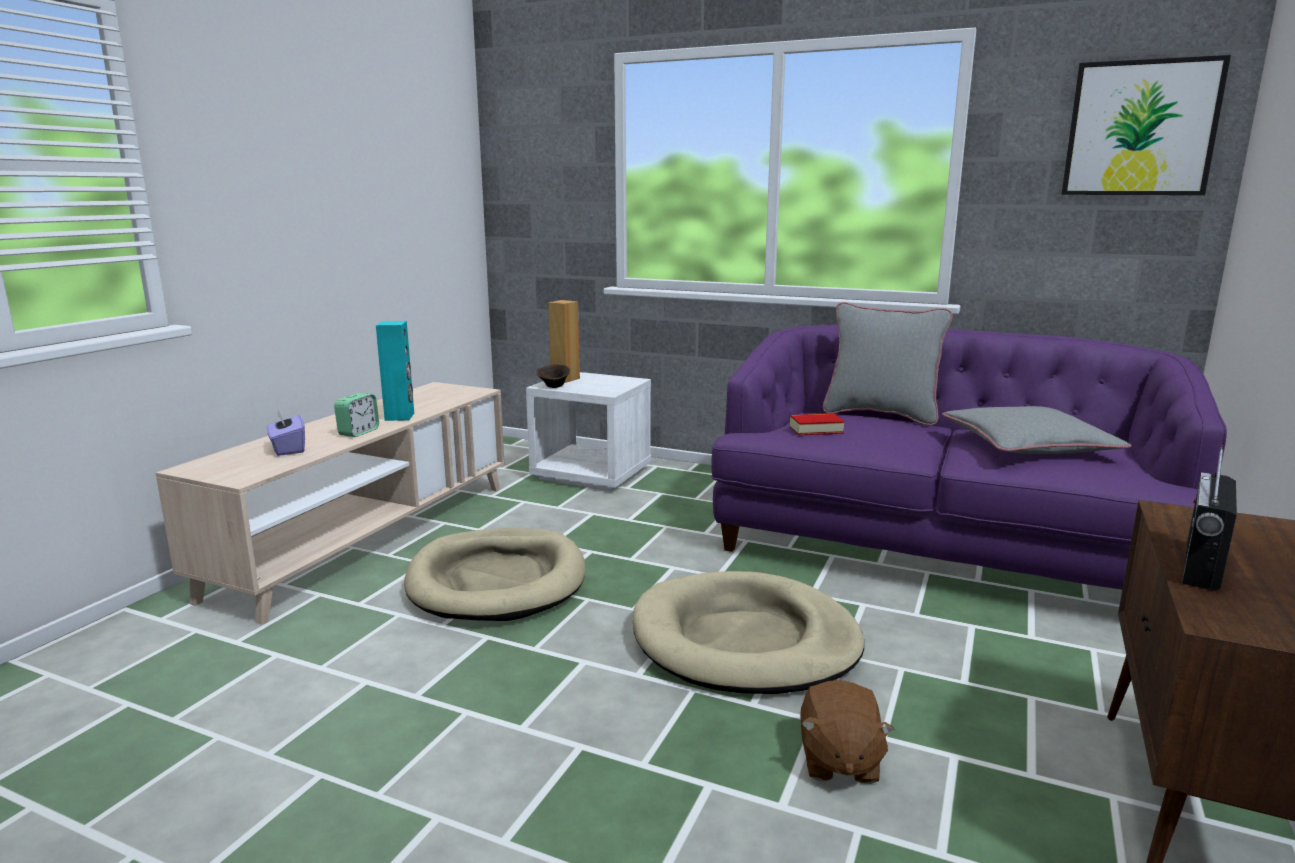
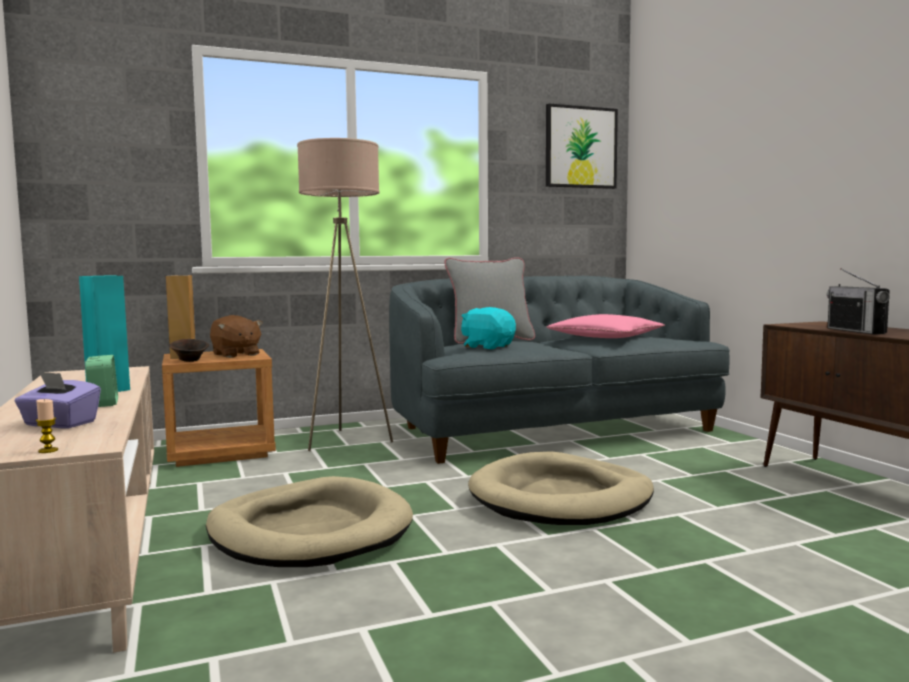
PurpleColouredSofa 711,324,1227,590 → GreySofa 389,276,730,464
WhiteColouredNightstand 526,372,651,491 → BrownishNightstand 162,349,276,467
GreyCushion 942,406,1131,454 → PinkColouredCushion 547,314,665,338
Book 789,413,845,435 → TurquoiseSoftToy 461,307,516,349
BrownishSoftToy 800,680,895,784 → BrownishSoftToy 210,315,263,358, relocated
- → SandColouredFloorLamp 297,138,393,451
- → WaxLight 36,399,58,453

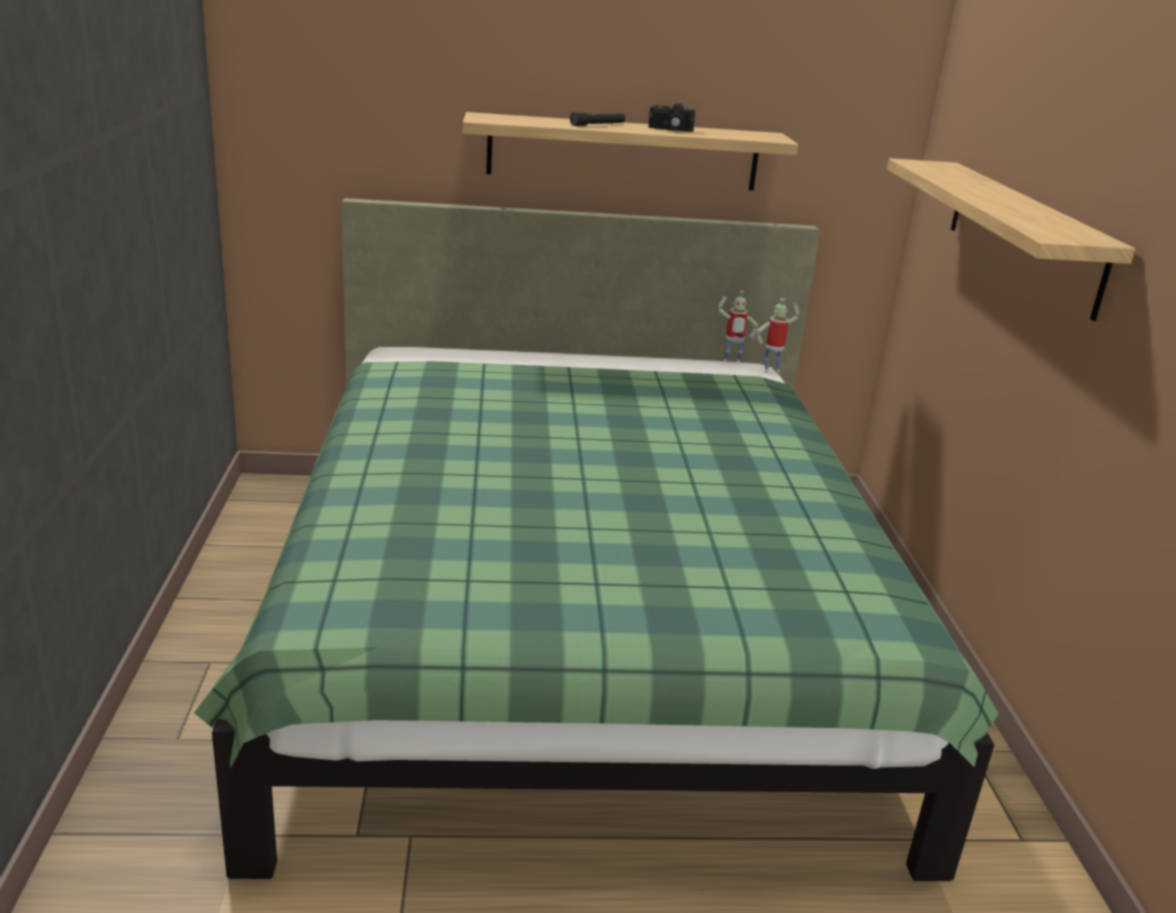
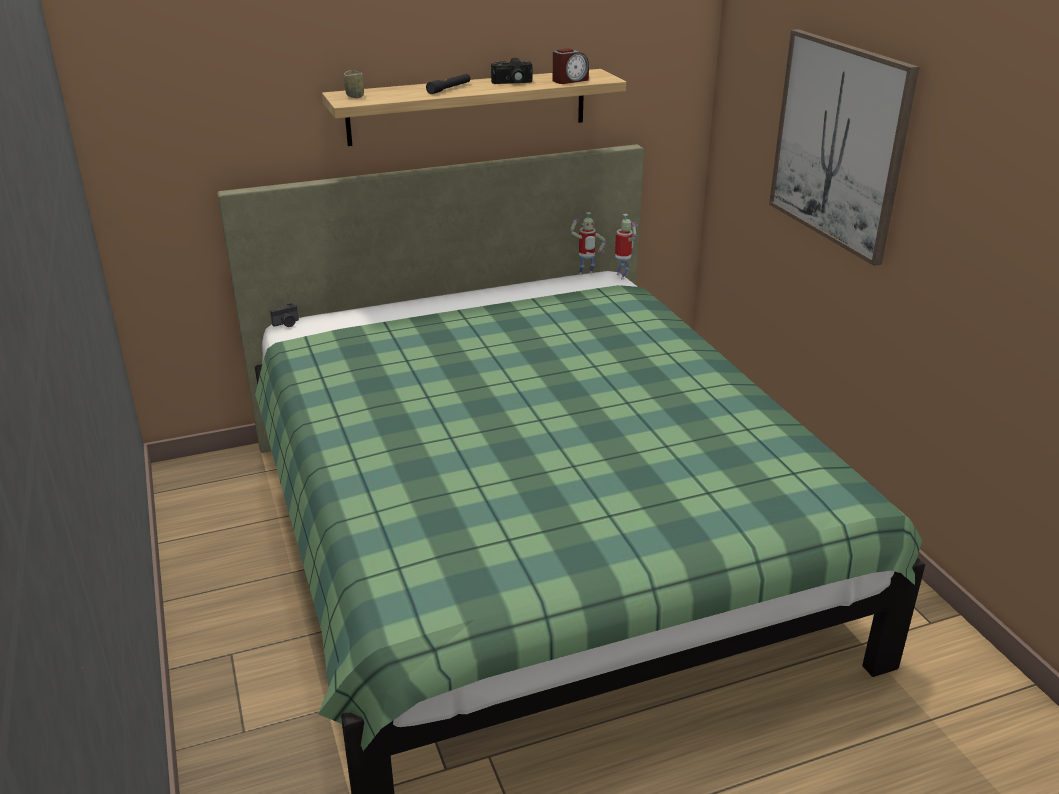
BracketShelf 887,158,1135,321 → WallArt 769,29,920,266
ModelRobot 756,298,799,373 → ModelRobot 615,214,638,280, 105 degrees clockwise
- → AlarmClock 553,48,589,84
- → SmallCup 344,70,364,98
- → StillCamera 270,303,299,327

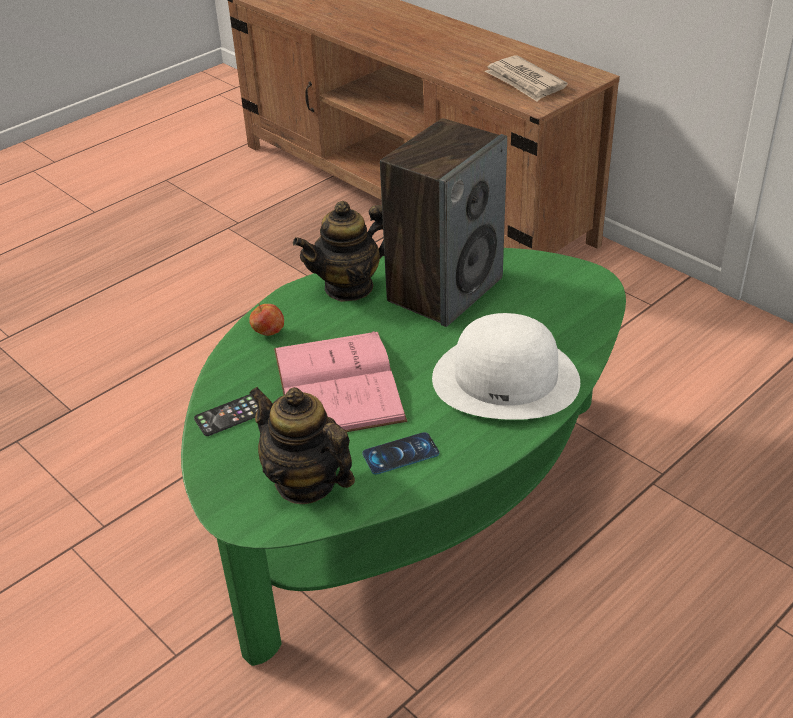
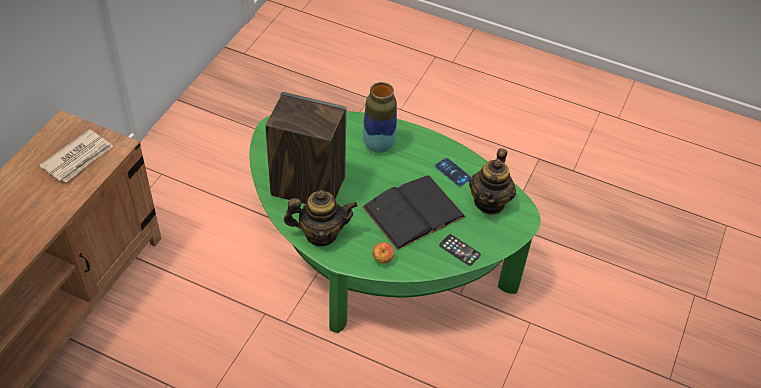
PotForTea 293,201,384,302 → PotForTea 284,190,358,246, 45 degrees counterclockwise
WhiteColouredClothingHat 432,313,580,420 → FlowerVase 363,82,397,153
PinkColouredBook 274,331,407,432 → BlackColouredBook 362,175,466,250

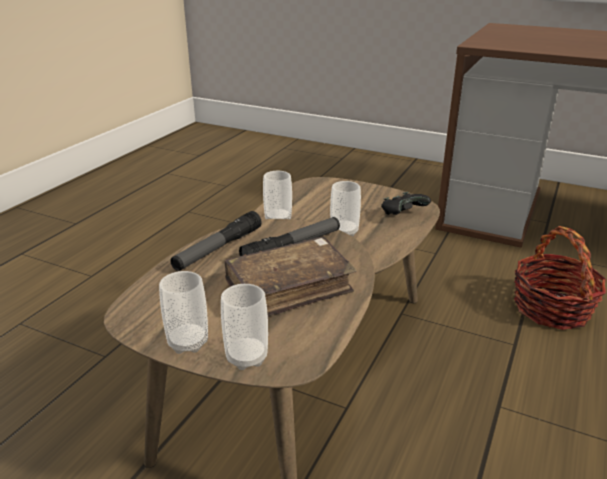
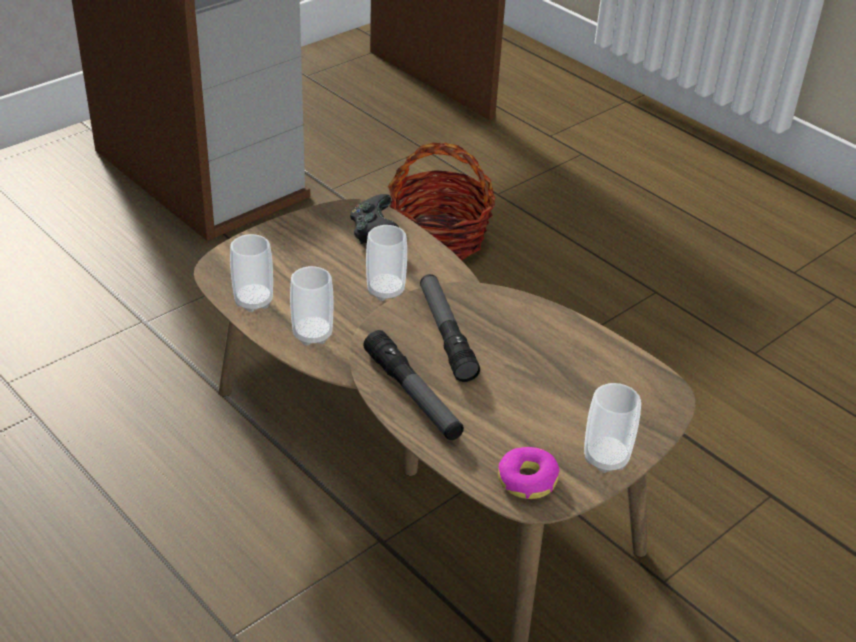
BrownishBook 225,237,357,317 → -
SmallCup 221,284,268,370 → SmallCup 230,234,273,312, relocated
- → Donut 498,447,559,499

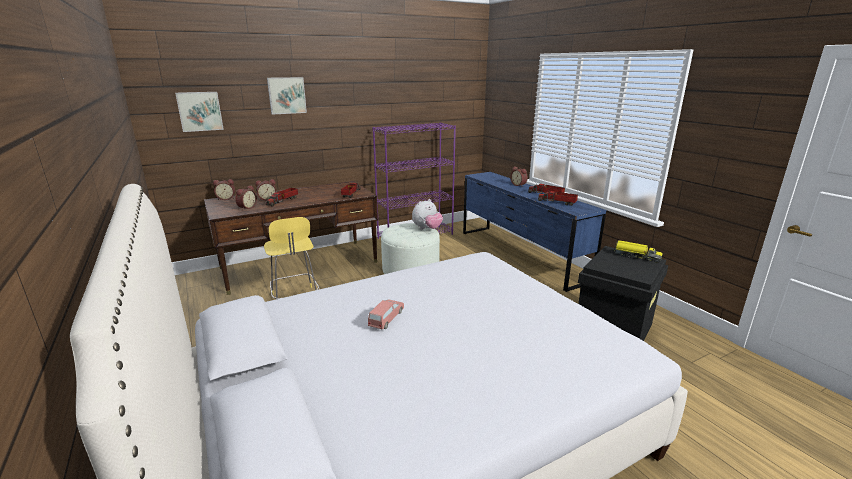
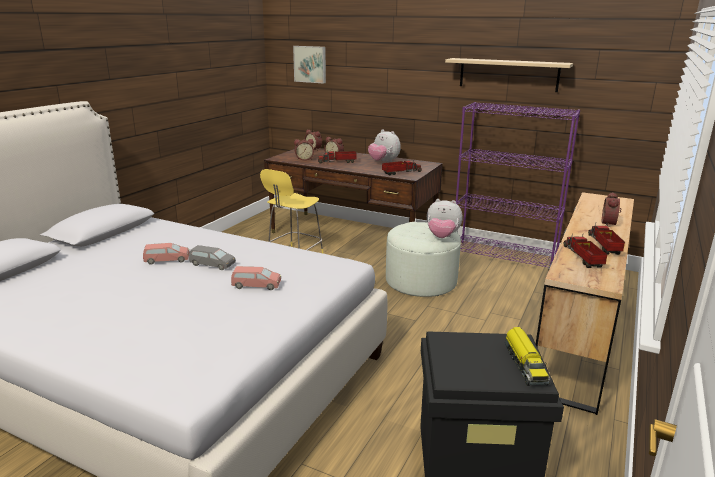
WallArt 267,77,307,115 → -
BlueColouredDresser 463,172,606,292 → BrownishDresser 536,192,634,415
- → SandColouredBracketShelf 445,58,573,92
- → SoftToy 368,130,401,163
- → GreyToyCar 189,245,236,270
- → PinkColouredToyCar 231,266,281,290

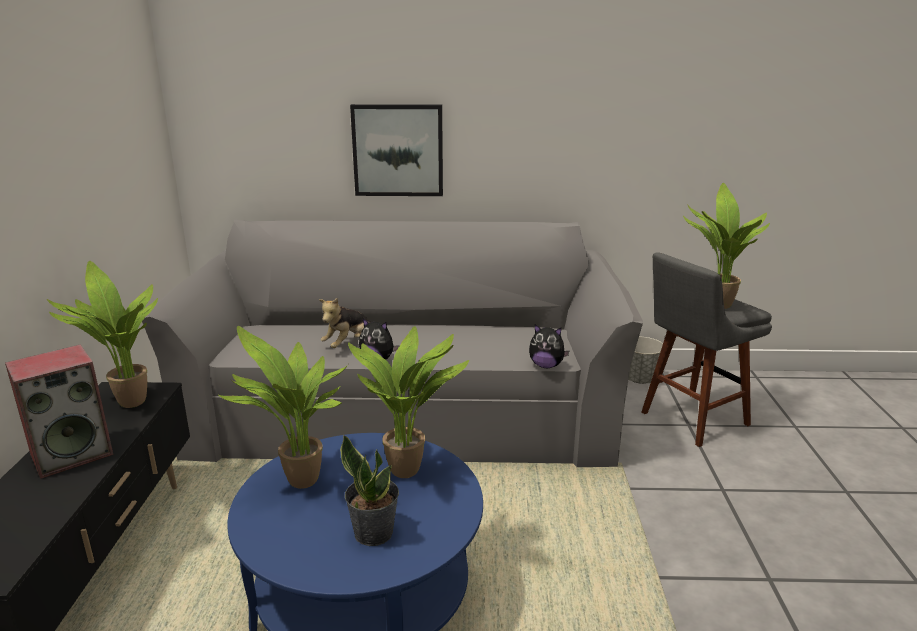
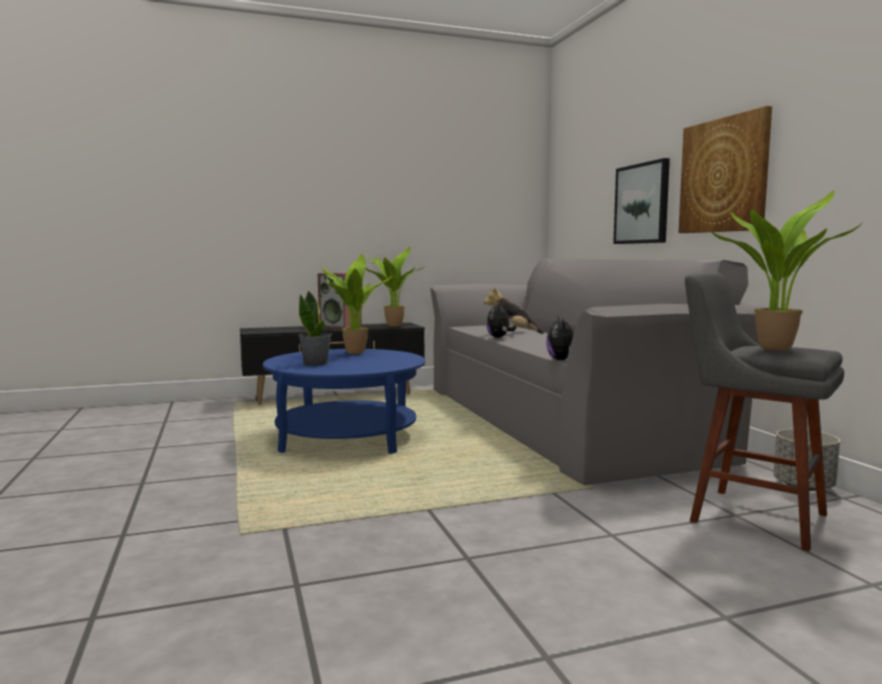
PlantInAPot 348,326,469,478 → -
- → WallArt 678,106,772,233

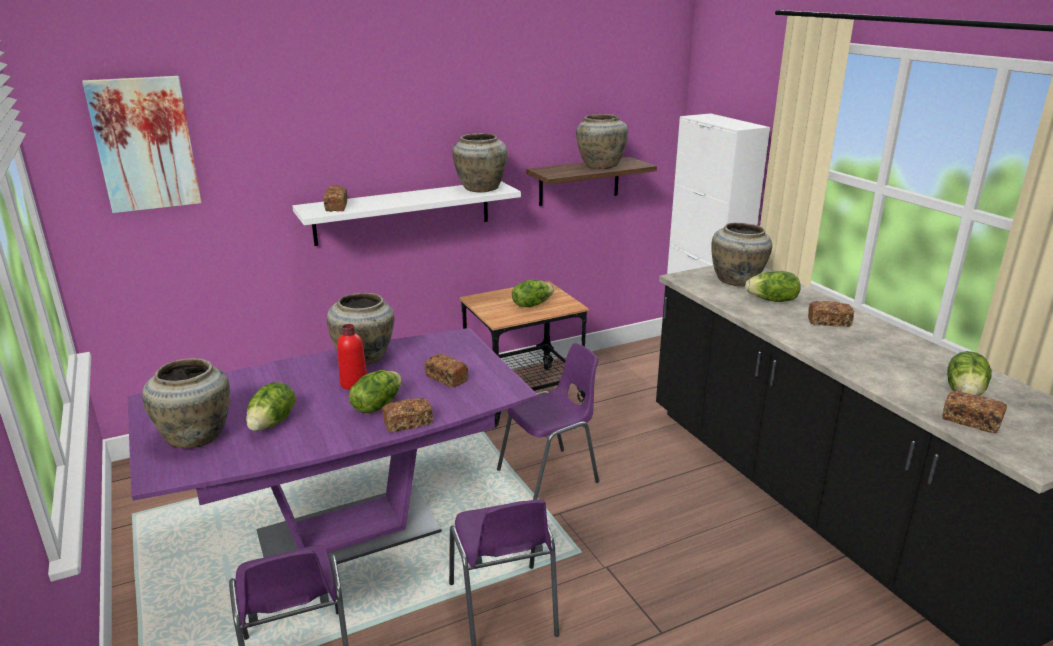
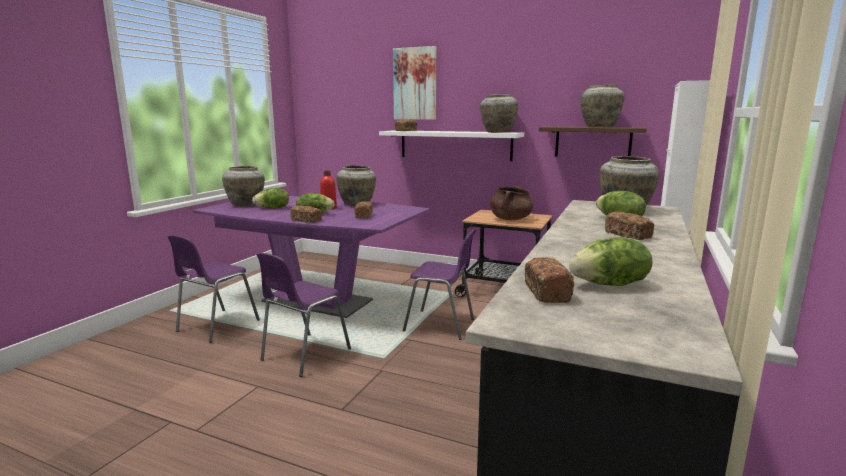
WallArt 82,76,202,213 → WallArt 393,46,436,120, relocated
Lettuce 512,280,554,307 → BrownishSaucepot 490,185,533,220

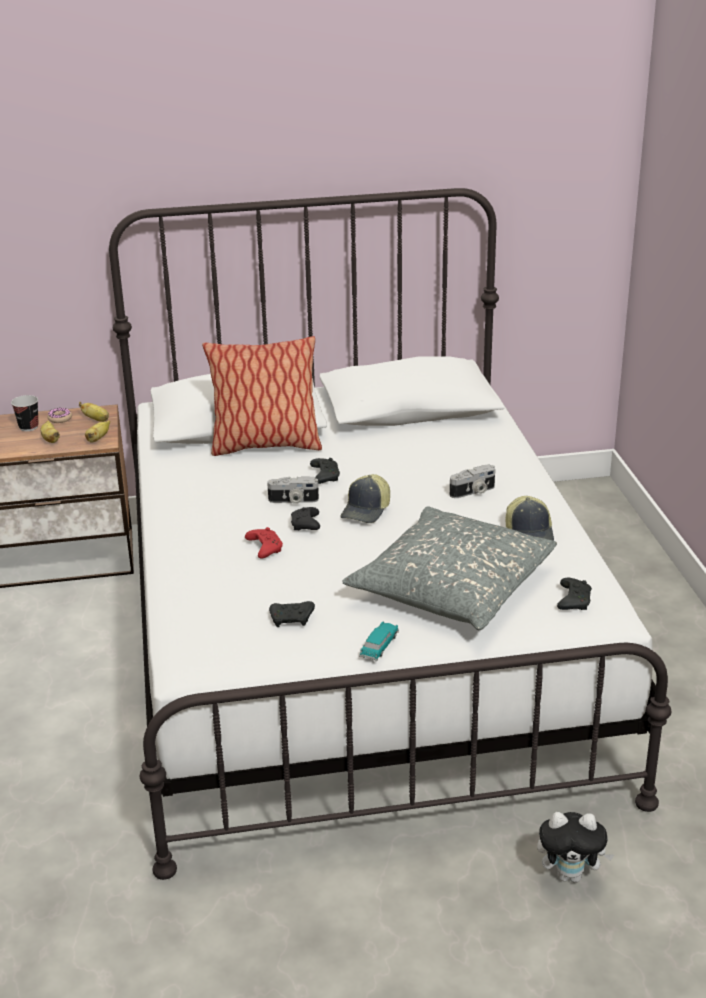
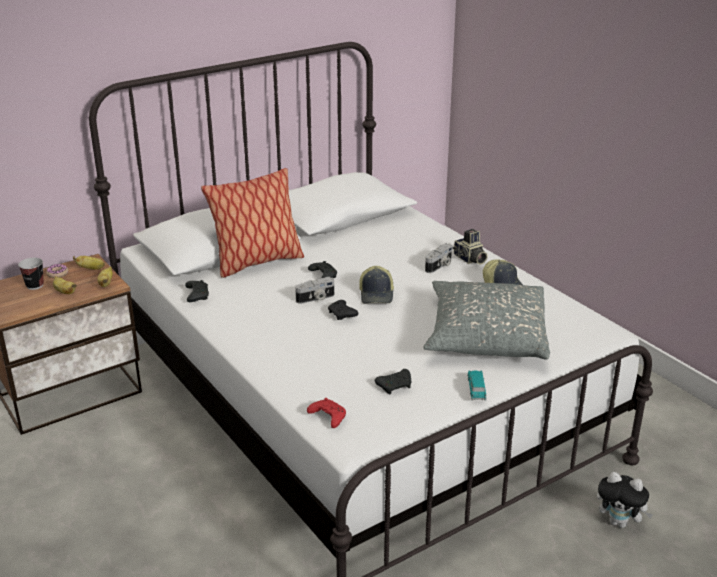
RedJoypad 245,527,283,559 → RedJoypad 307,398,346,428, relocated
BlackColouredJoypad 557,578,592,610 → BlackColouredJoypad 185,280,209,302, relocated
SoftToy 537,812,614,883 → SoftToy 597,472,653,528, 45 degrees clockwise
- → StillCamera 453,229,488,265

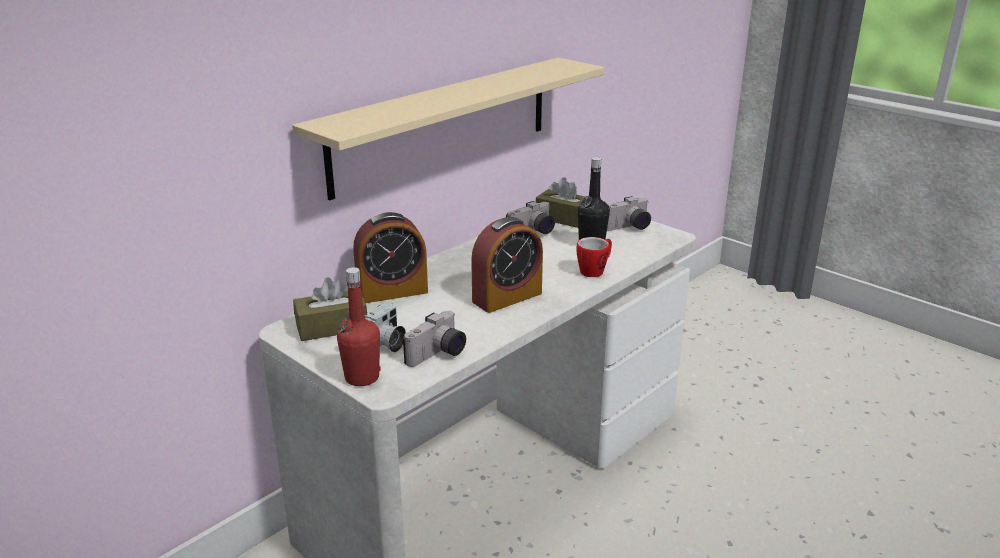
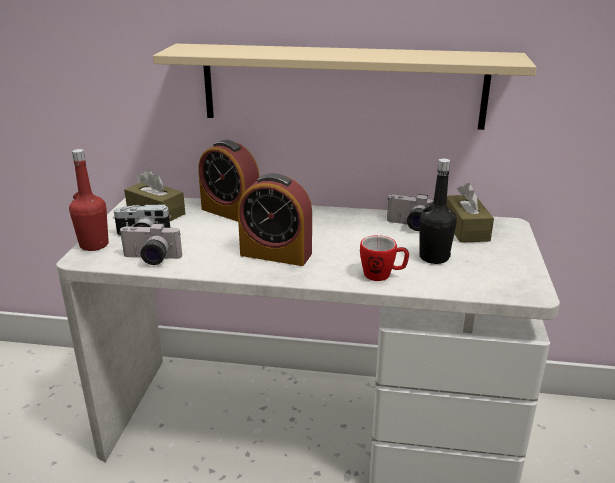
StillCamera 607,196,651,231 → -

